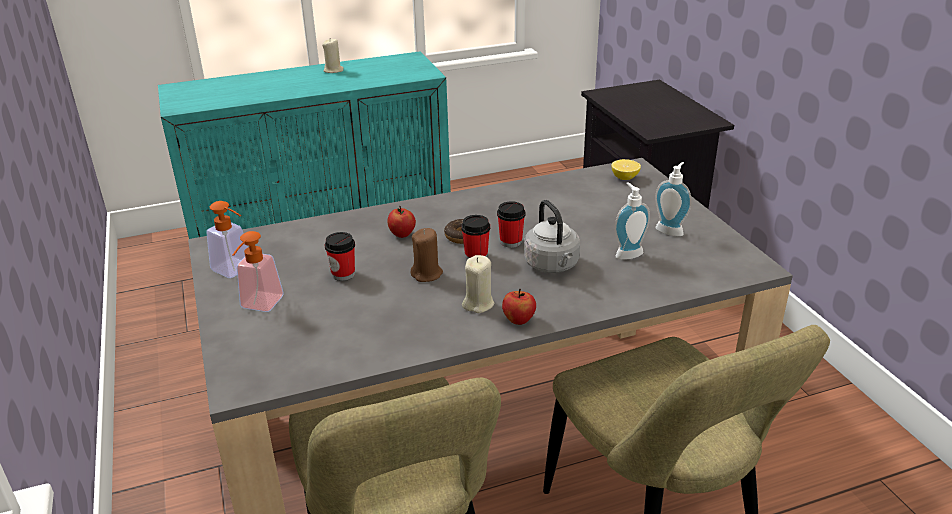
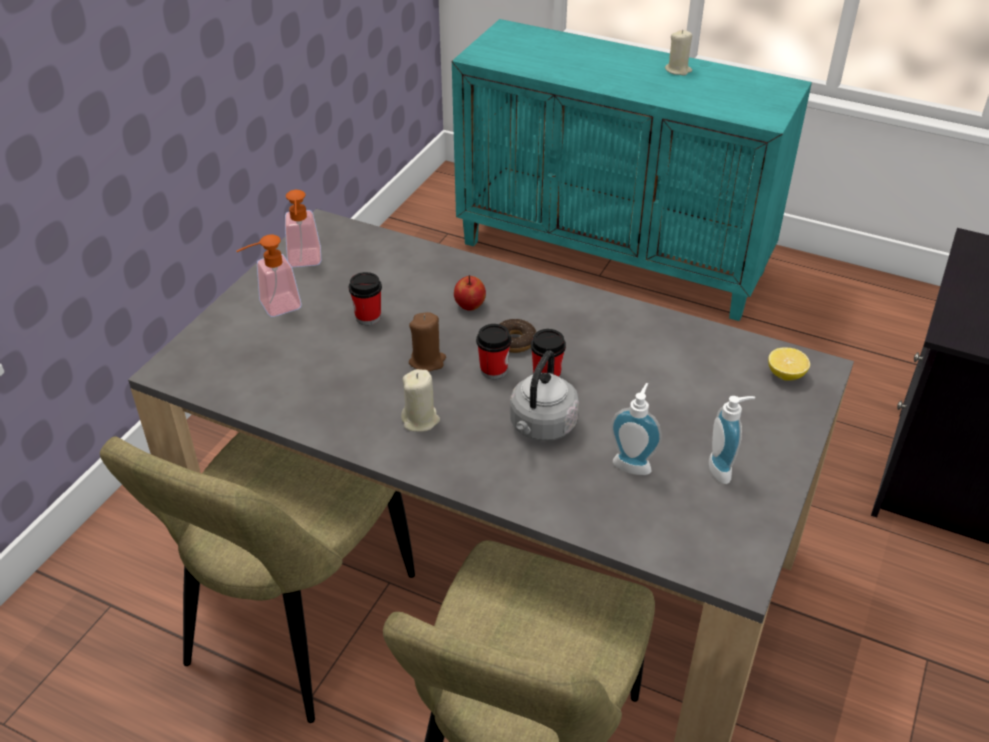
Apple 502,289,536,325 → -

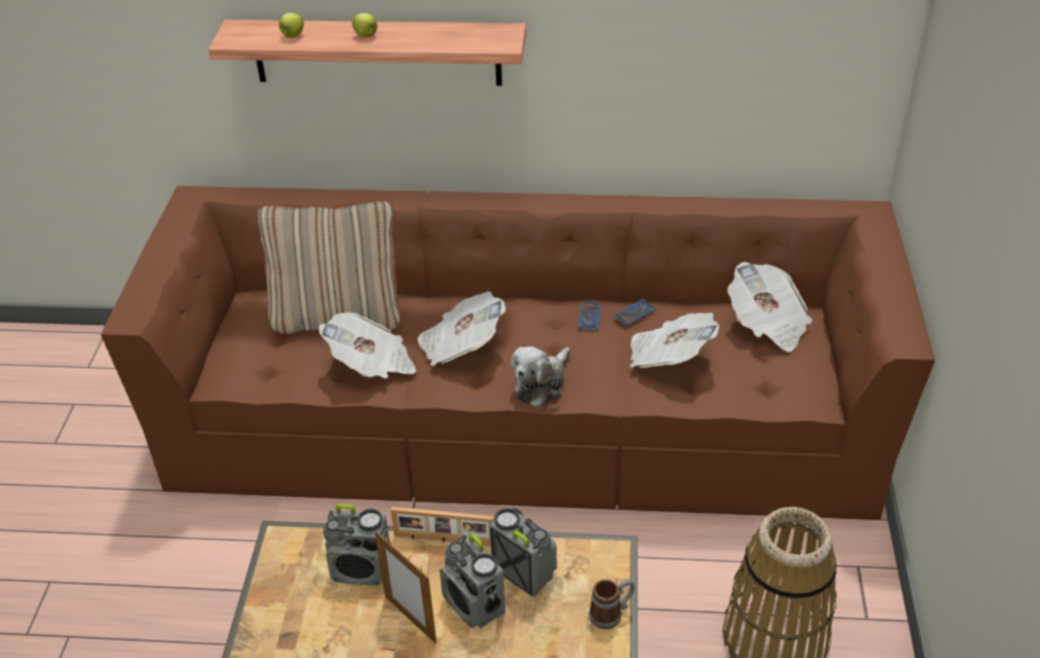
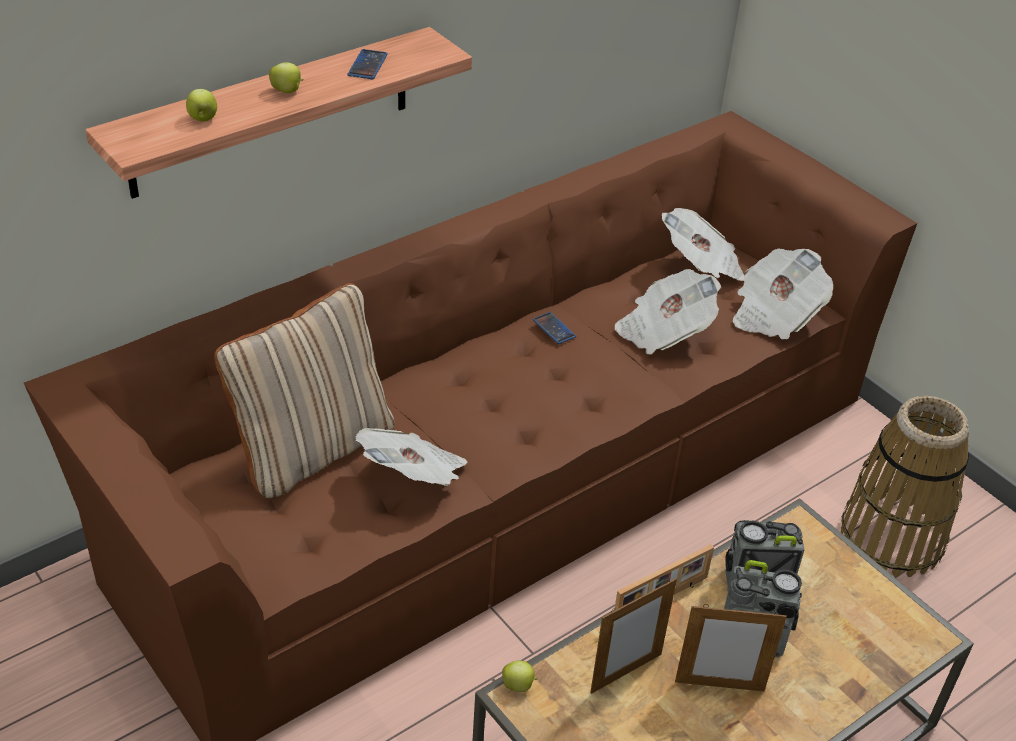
PrintedPaper 417,291,506,366 → PrintedPaper 733,248,833,340, relocated
Handset 614,299,656,326 → Handset 347,49,388,79, relocated
SoftToy 511,346,570,408 → -
RadioSet 323,504,392,586 → PhotoFrame 590,578,677,694
CoffeeMug 589,579,635,629 → -
- → Apple 502,661,538,692

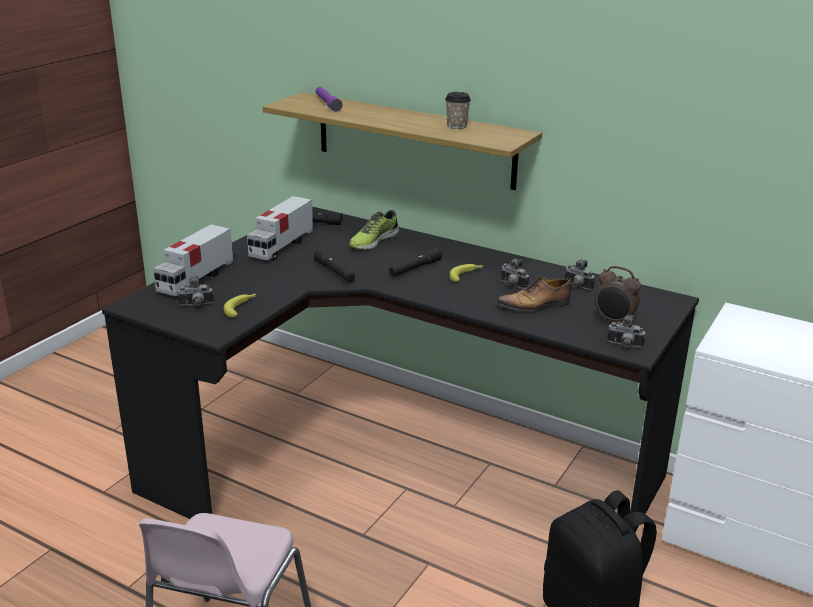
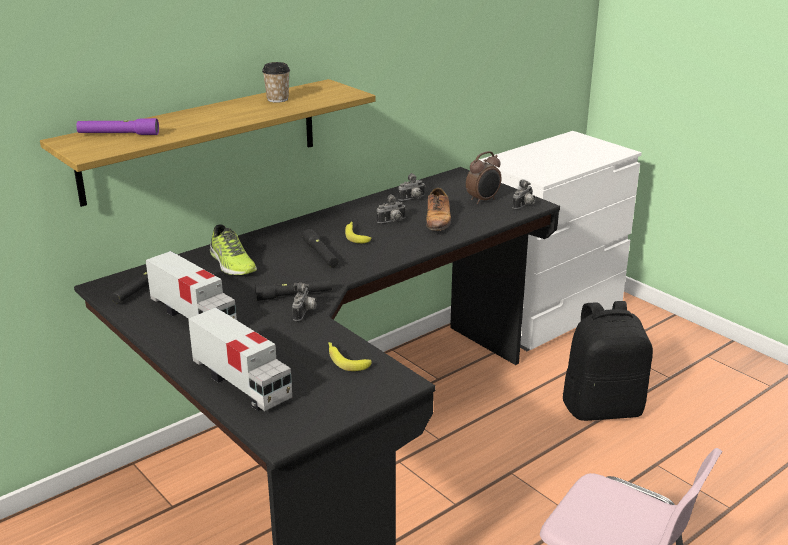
StillCamera 178,276,214,306 → StillCamera 292,282,317,321, relocated

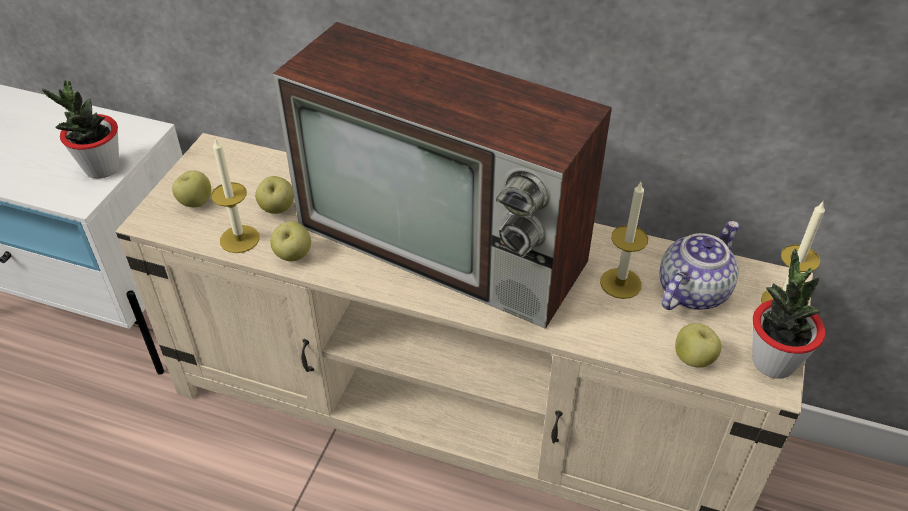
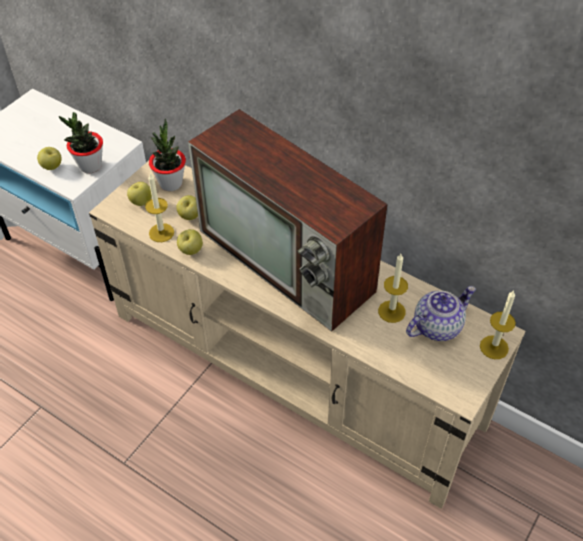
PlantInAPot 752,249,825,379 → PlantInAPot 149,119,186,191, relocated
Apple 675,323,721,368 → Apple 37,147,62,170, relocated

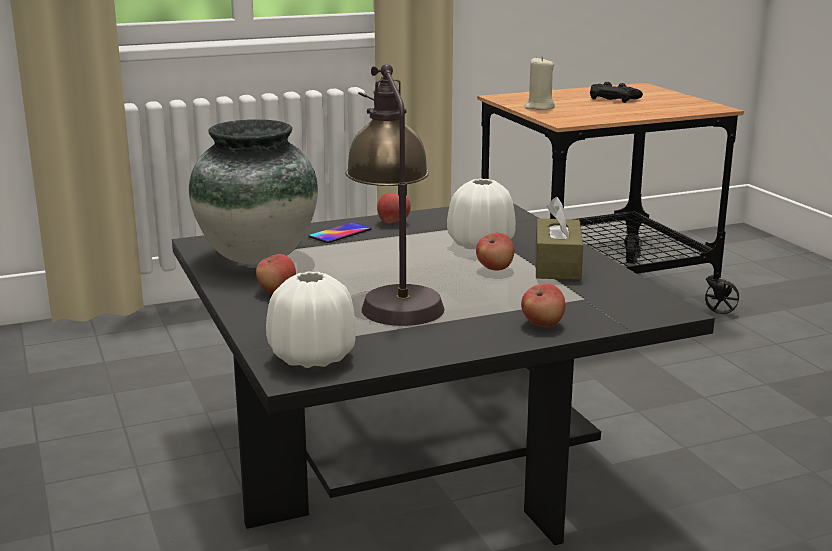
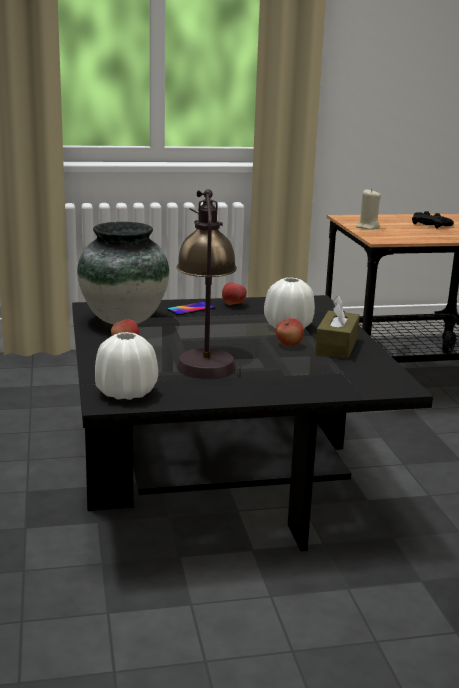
Apple 521,284,565,327 → -

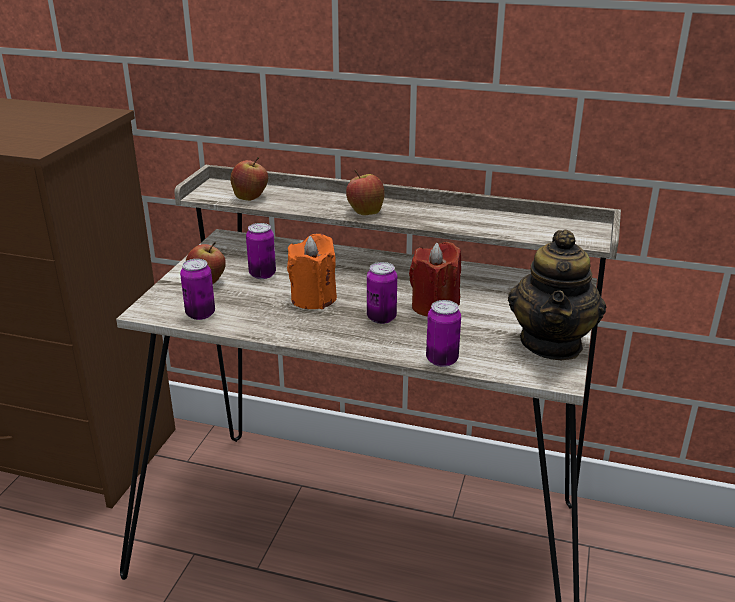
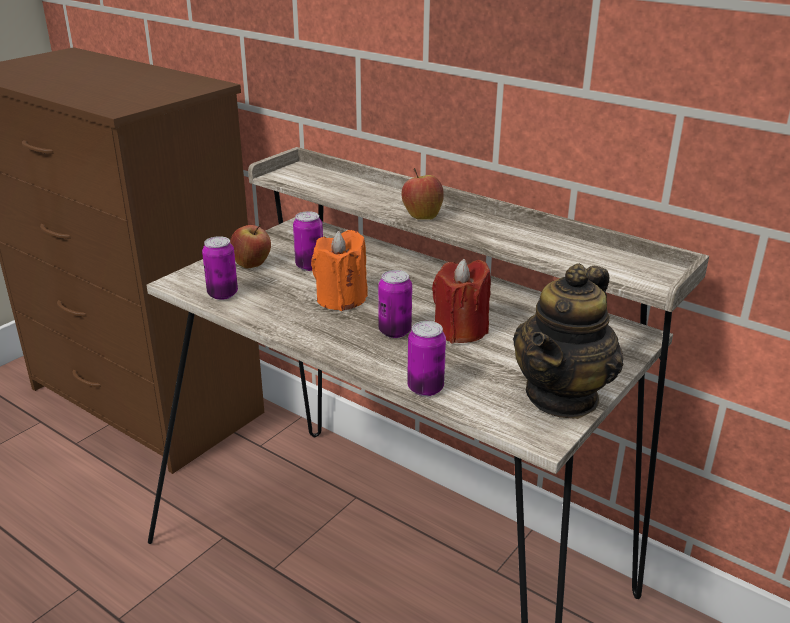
Apple 231,157,268,201 → -

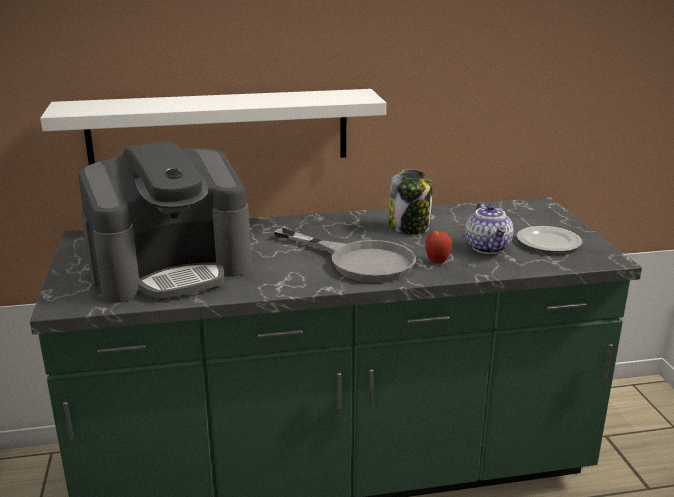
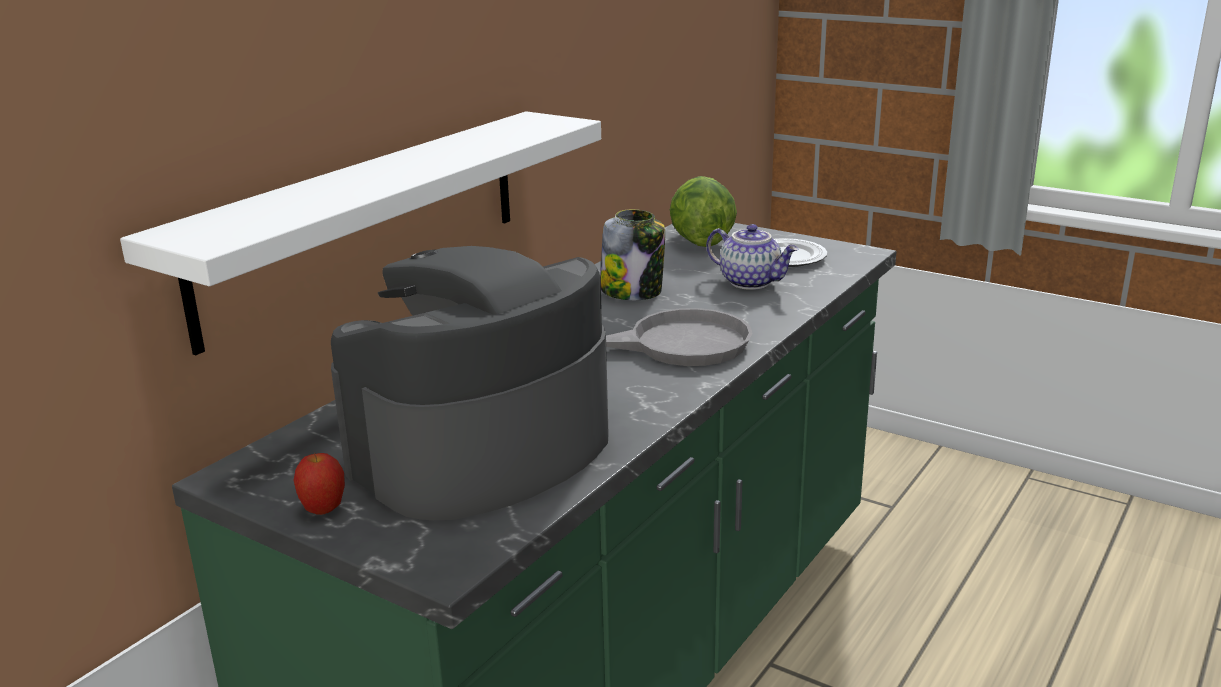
CoffeeMaker 78,141,251,303 → CoffeeMaker 331,246,609,520, 150 degrees counterclockwise
Apple 425,231,452,263 → Apple 293,452,345,515, relocated
- → Lettuce 670,176,737,247

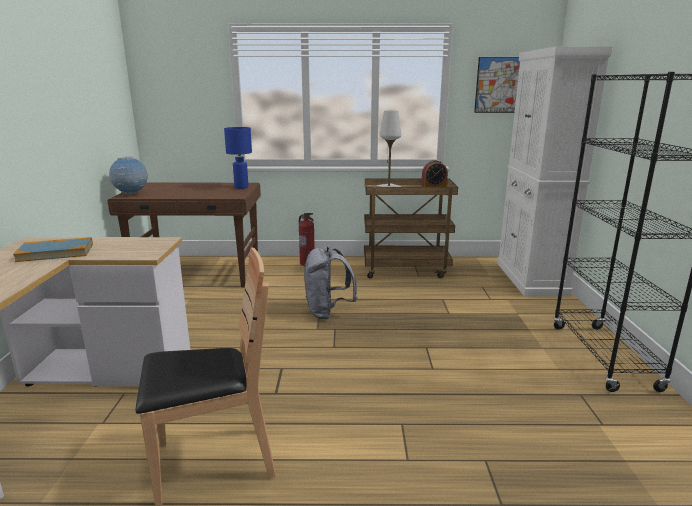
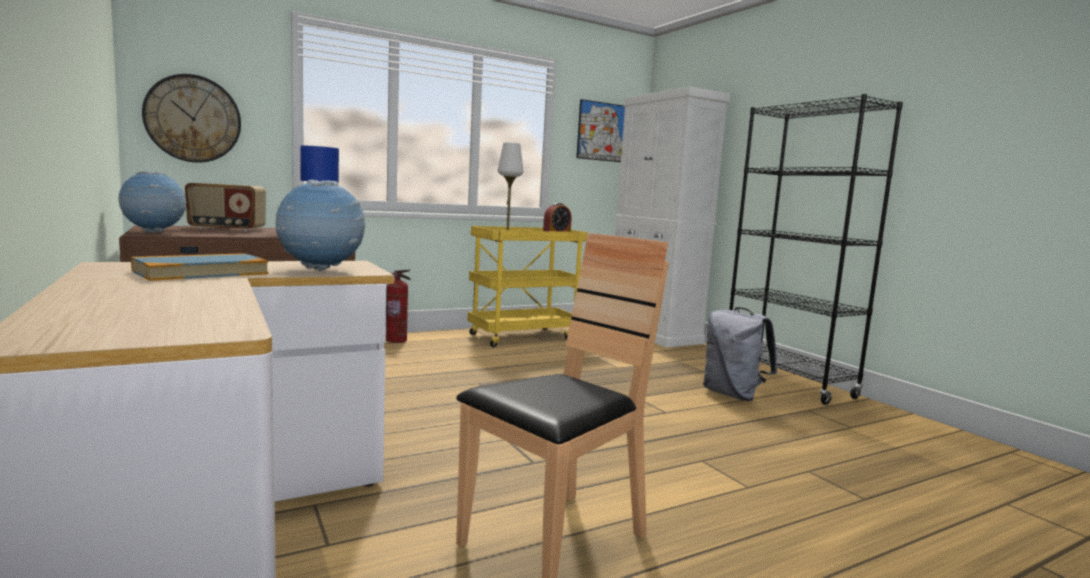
BrownishTrolley 364,178,458,278 → YellowishTrolley 467,226,587,347
GreyRucksack 304,247,357,319 → GreyRucksack 703,307,777,401, relocated
- → ClockOnTheWall 142,74,241,163
- → WorldGlobe 276,180,365,271
- → RadioSet 185,183,266,231

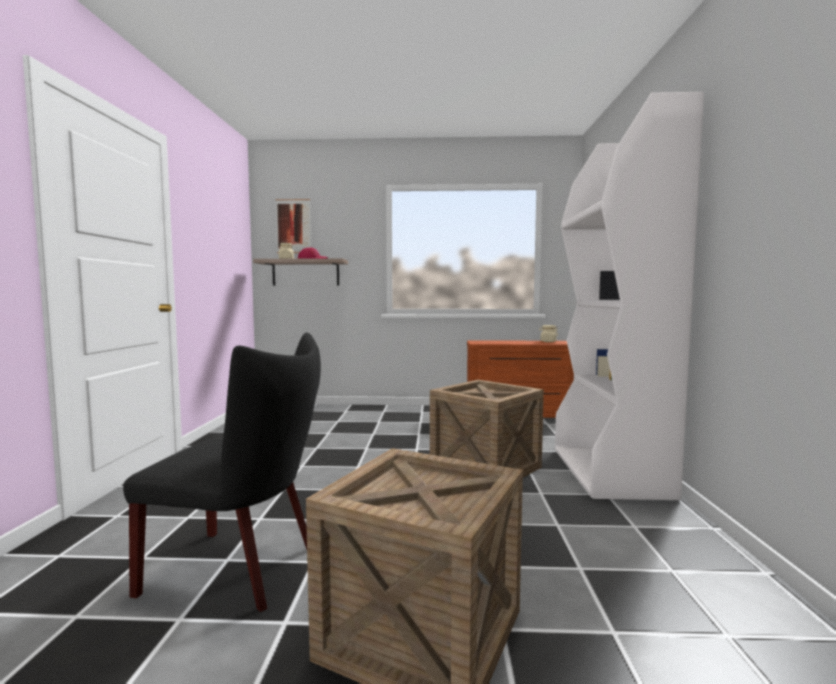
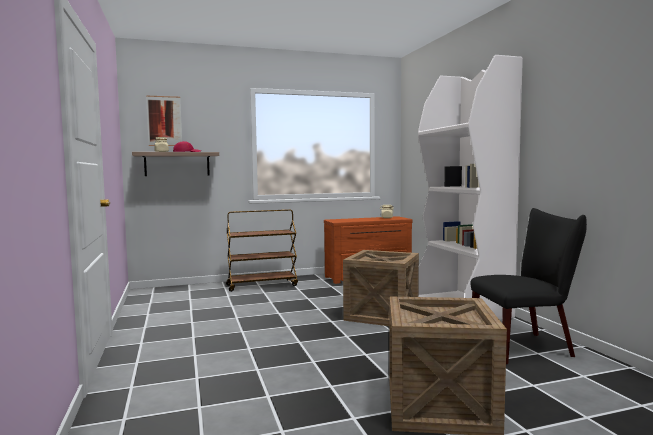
BlackColouredUprightChair 123,333,321,612 → BlackColouredUprightChair 471,208,587,364, relocated
- → BrownishTrolley 226,209,298,292

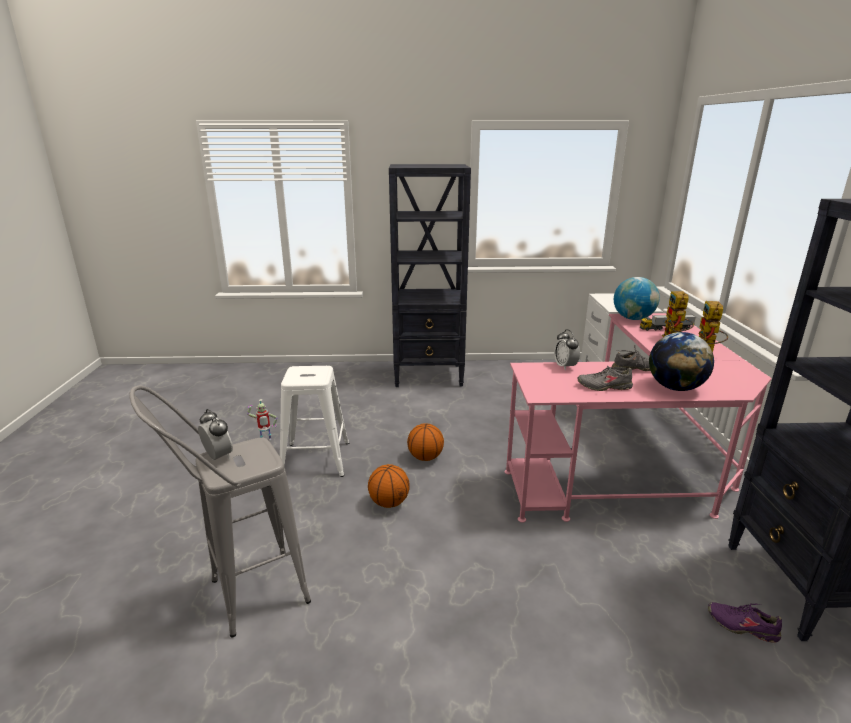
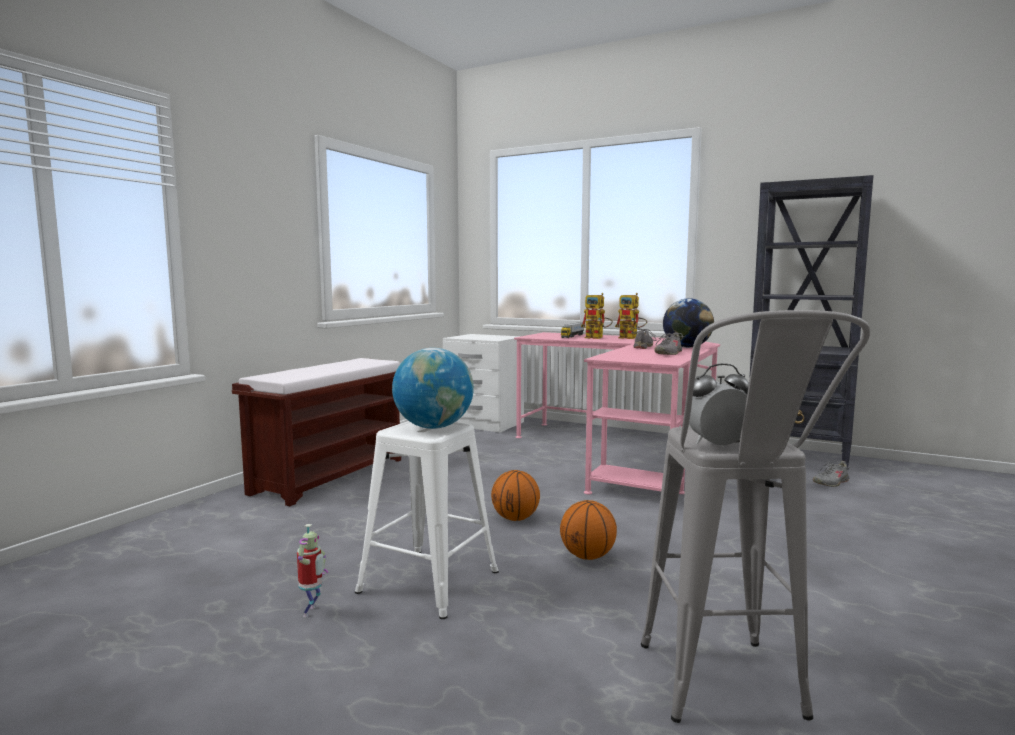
BlackColouredShelvingUnit 389,164,471,387 → BrownishLongSeat 232,358,401,506
WorldGlobe 614,277,660,320 → WorldGlobe 392,348,474,429, relocated
AlarmClock 554,329,580,370 → -
PurpleColouredItemOfFootwear 708,602,782,643 → GreyItemOfFootwear 813,461,851,487

